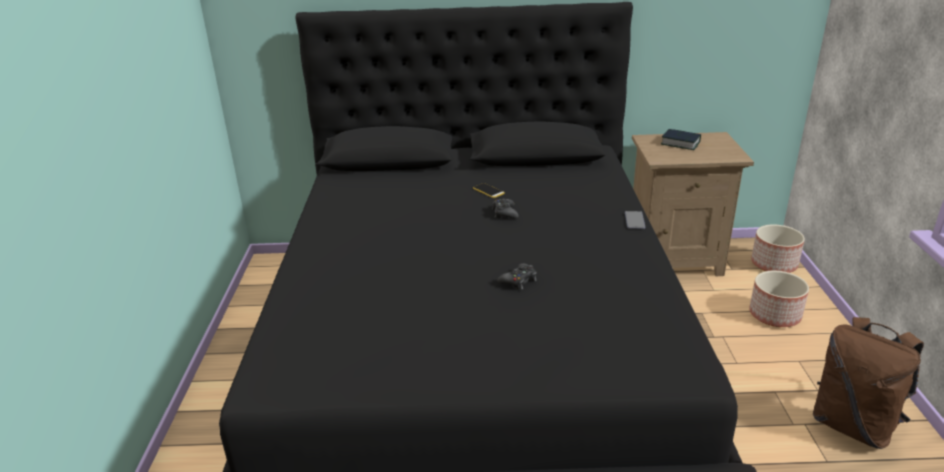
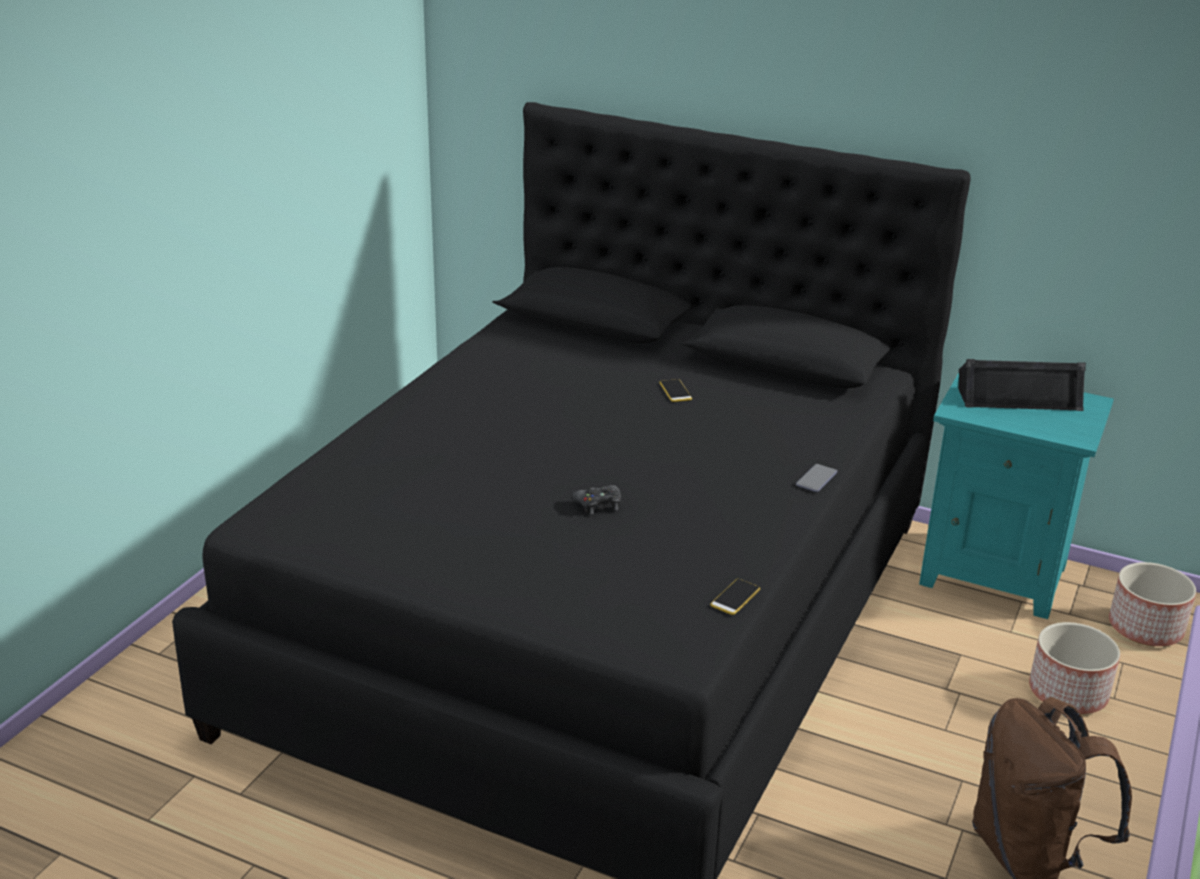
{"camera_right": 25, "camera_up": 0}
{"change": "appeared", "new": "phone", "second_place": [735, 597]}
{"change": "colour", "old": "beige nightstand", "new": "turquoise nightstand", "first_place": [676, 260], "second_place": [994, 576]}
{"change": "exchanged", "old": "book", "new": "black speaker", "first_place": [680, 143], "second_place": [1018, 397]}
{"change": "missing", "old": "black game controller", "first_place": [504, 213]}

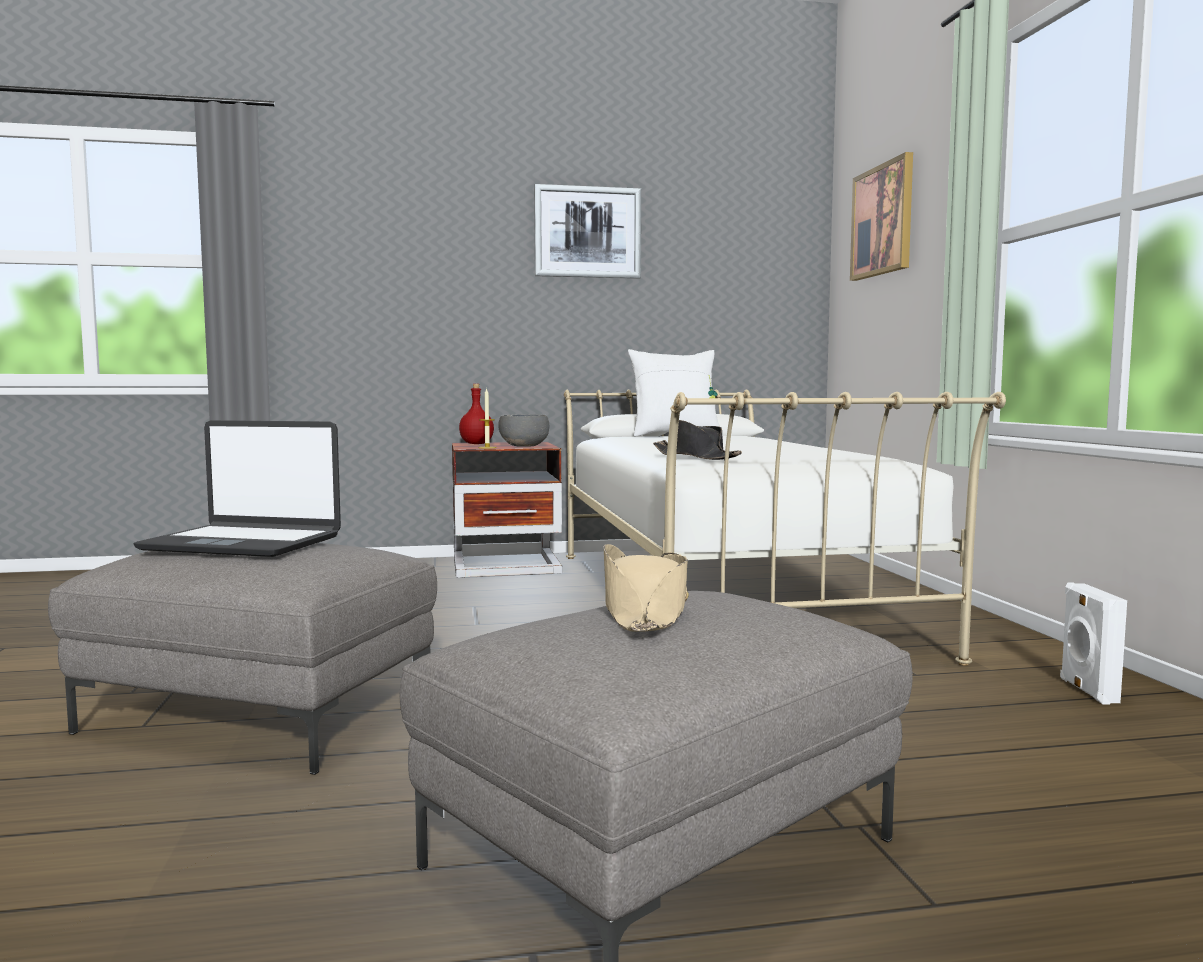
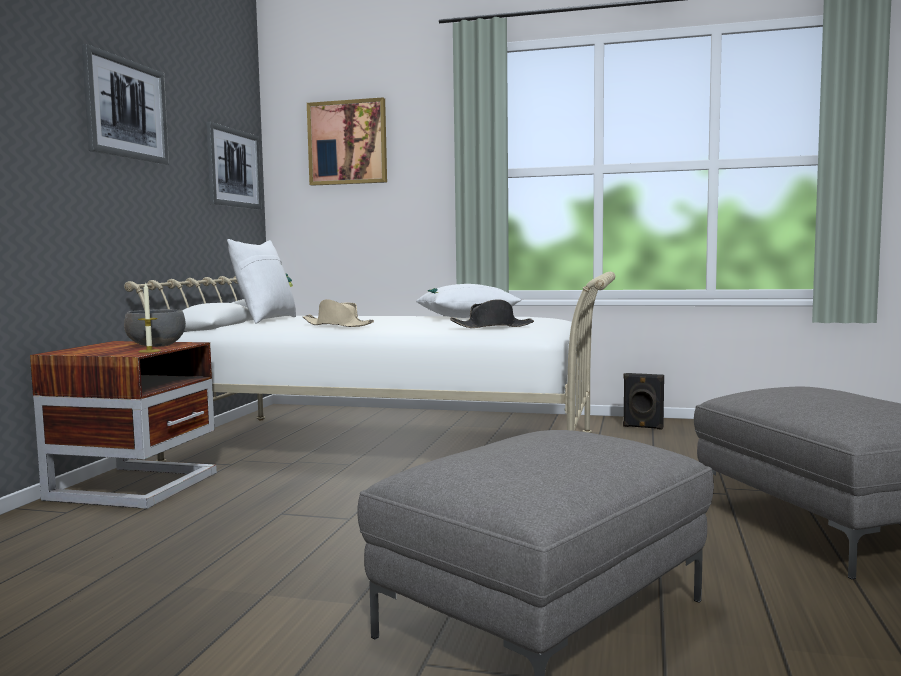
{"camera_right": -65, "camera_up": 0}
{"change": "appeared", "new": "picture", "second_place": [233, 168]}
{"change": "relocated", "old": "beige hat", "first_place": [644, 612], "second_place": [338, 325]}
{"change": "appeared", "new": "white pillow", "second_place": [466, 317]}
{"change": "colour", "old": "white speaker", "new": "black speaker", "first_place": [1086, 691], "second_place": [643, 427]}
{"change": "missing", "old": "laptop", "first_place": [243, 543]}
{"change": "missing", "old": "red bottle", "first_place": [477, 444]}

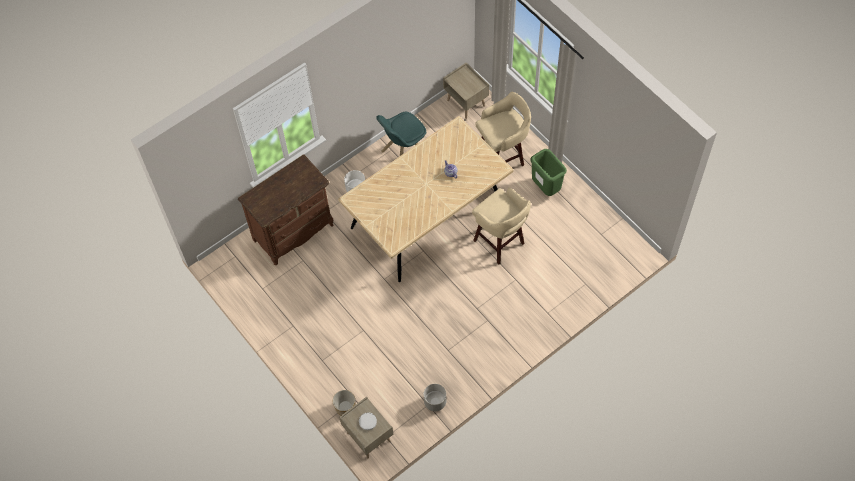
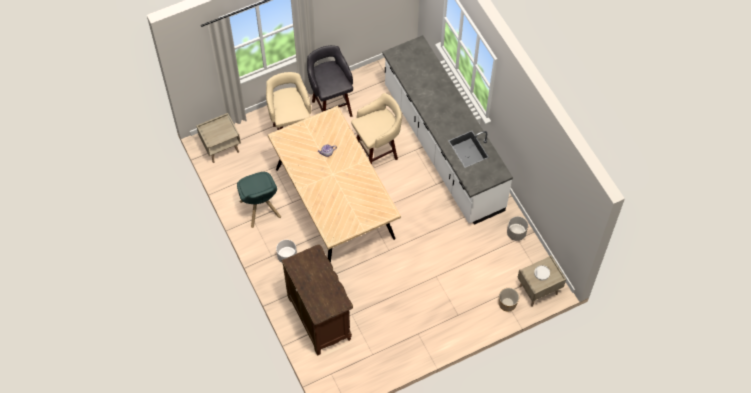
{"camera_right": -80, "camera_up": 0}
{"change": "exchanged", "old": "green trash can", "new": "grey stool", "first_place": [546, 188], "second_place": [331, 107]}
{"change": "appeared", "new": "white counter", "second_place": [442, 148]}

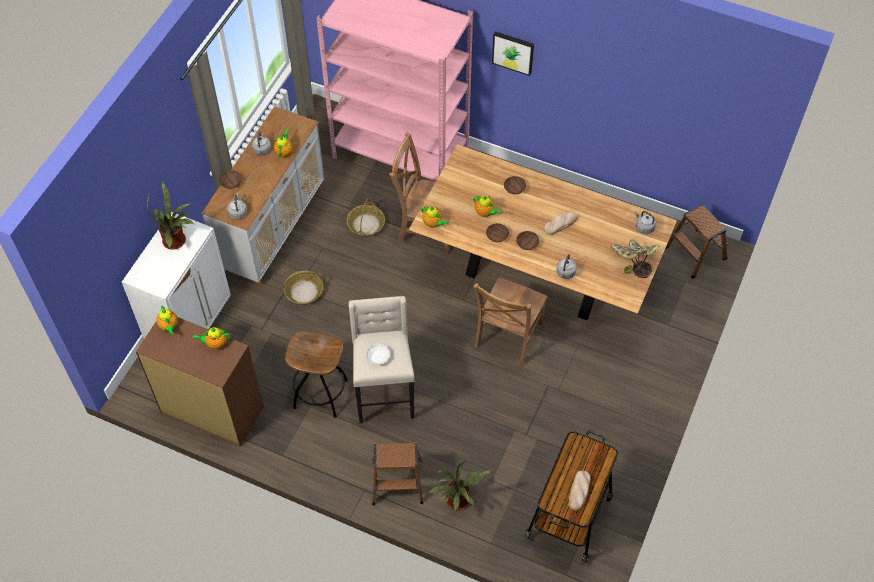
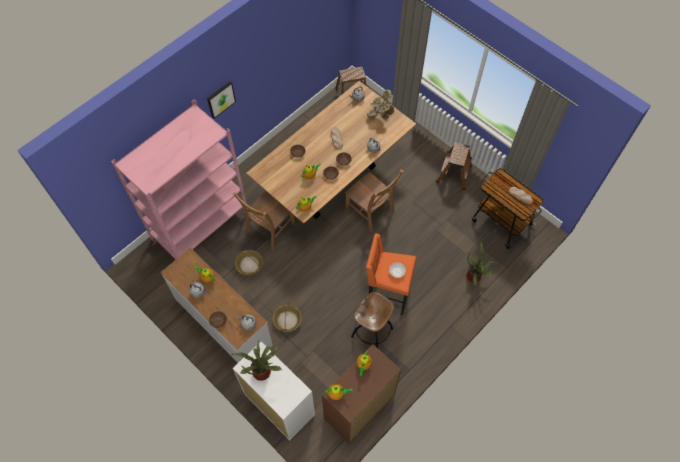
{"camera_right": -70, "camera_up": 5}
{"change": "colour", "old": "beige stool", "new": "orange stool", "first_place": [384, 395], "second_place": [386, 294]}
{"change": "relocated", "old": "brown step ladder", "first_place": [397, 481], "second_place": [453, 174]}

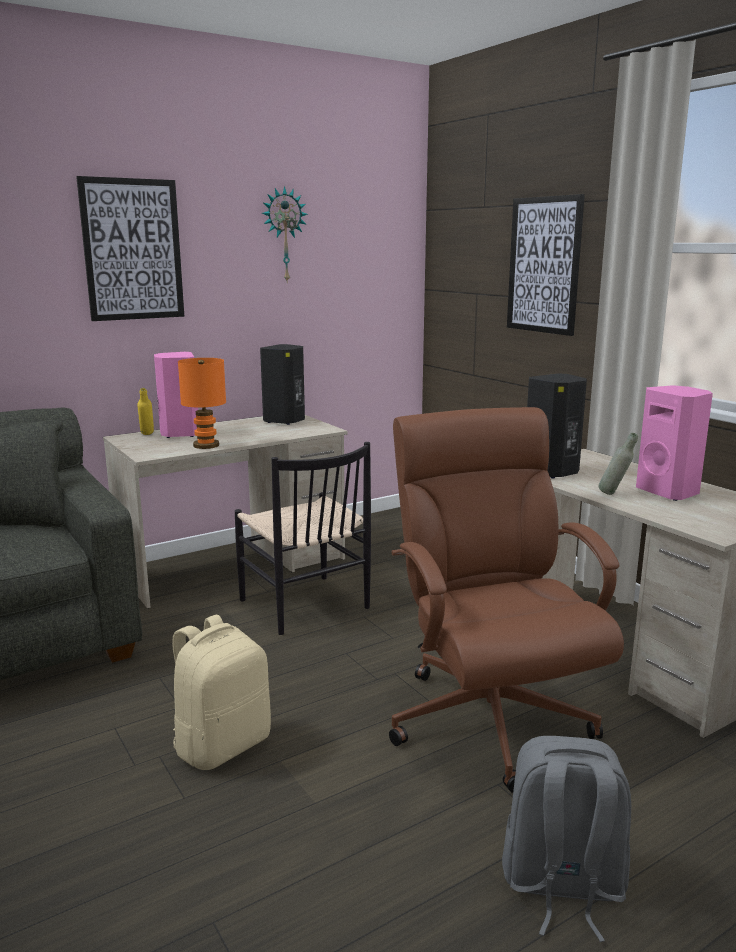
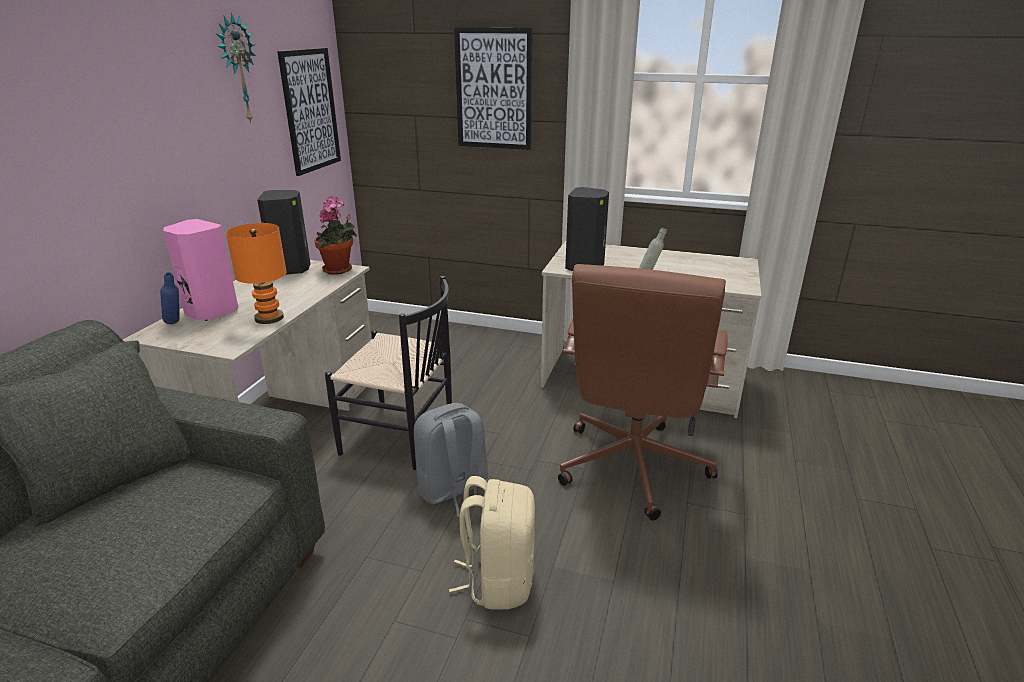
{"camera_right": -40, "camera_up": 10}
{"change": "colour", "old": "yellow bottle", "new": "blue bottle", "first_place": [147, 435], "second_place": [176, 324]}
{"change": "relocated", "old": "picture", "first_place": [132, 250], "second_place": [310, 111]}
{"change": "appeared", "new": "potted plant", "second_place": [339, 270]}
{"change": "relocated", "old": "grey backpack", "first_place": [561, 886], "second_place": [453, 490]}
{"change": "spun", "old": "brown office chair", "first_place": [490, 721], "second_place": [633, 464], "degrees": -105}
{"change": "missing", "old": "pink speaker", "first_place": [669, 492]}

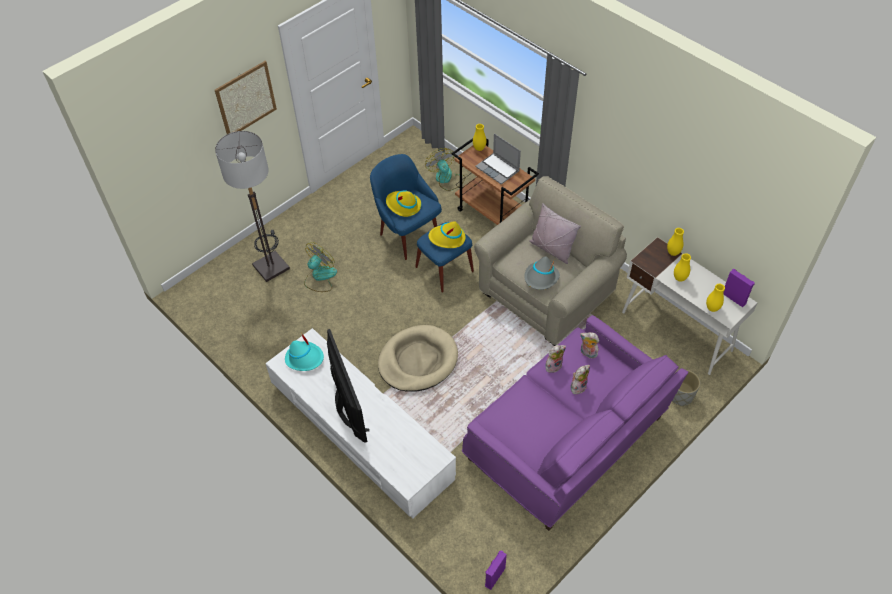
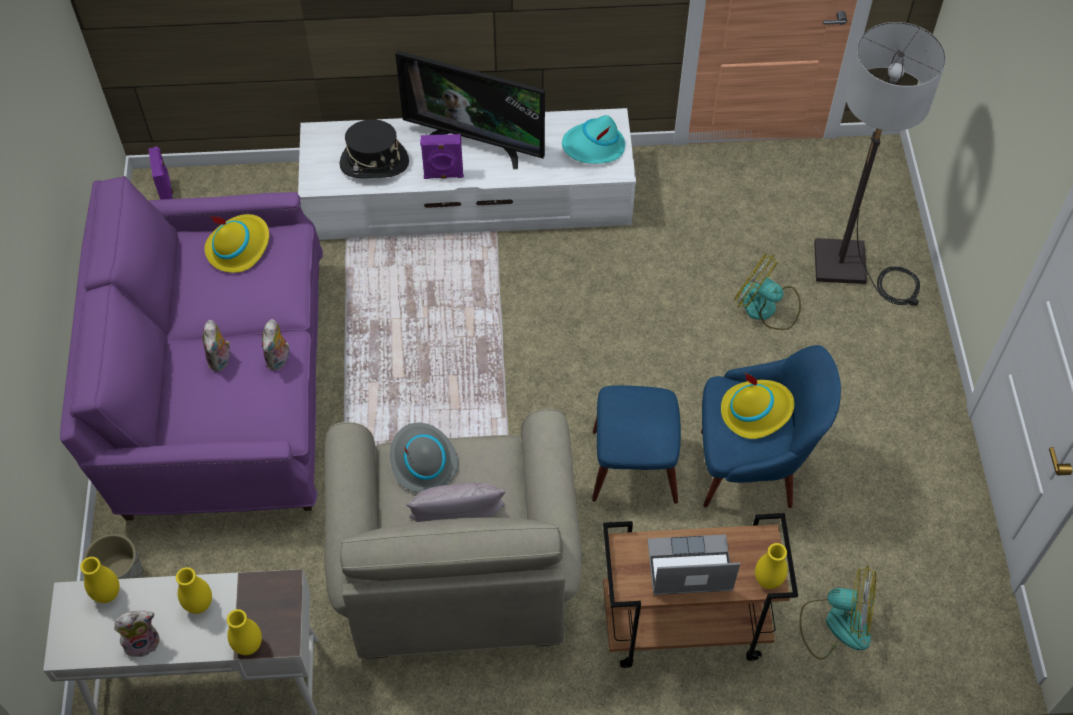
{"camera_right": 130, "camera_up": 5}
{"change": "relocated", "old": "plush toy", "first_place": [587, 353], "second_place": [143, 641]}
{"change": "relocated", "old": "yellow hat", "first_place": [447, 238], "second_place": [238, 246]}
{"change": "appeared", "new": "black hat", "second_place": [374, 162]}
{"change": "relocated", "old": "purple speaker", "first_place": [734, 298], "second_place": [443, 175]}
{"change": "spun", "old": "fan", "first_place": [320, 277], "second_place": [767, 307], "degrees": 135}
{"change": "missing", "old": "picture", "first_place": [245, 98]}
{"change": "missing", "old": "beige dog bed", "first_place": [418, 360]}

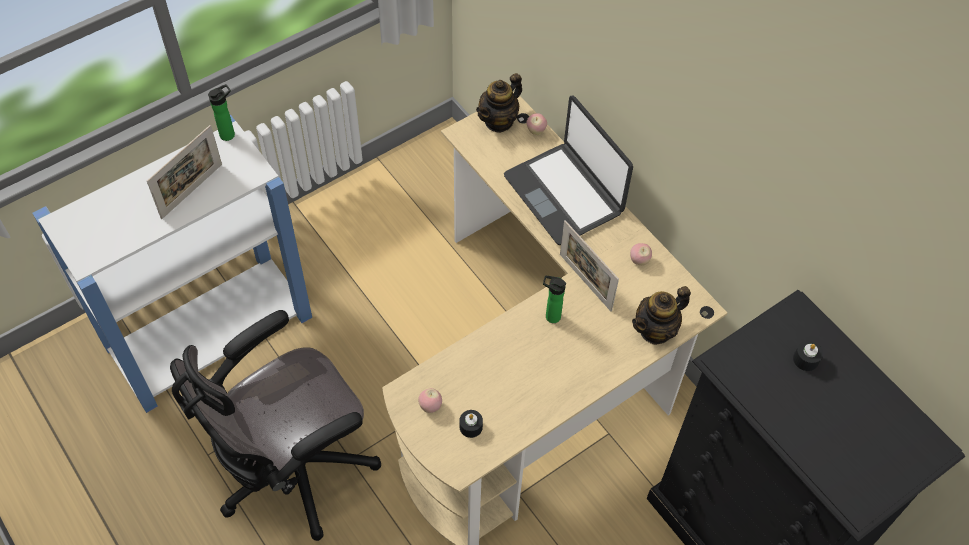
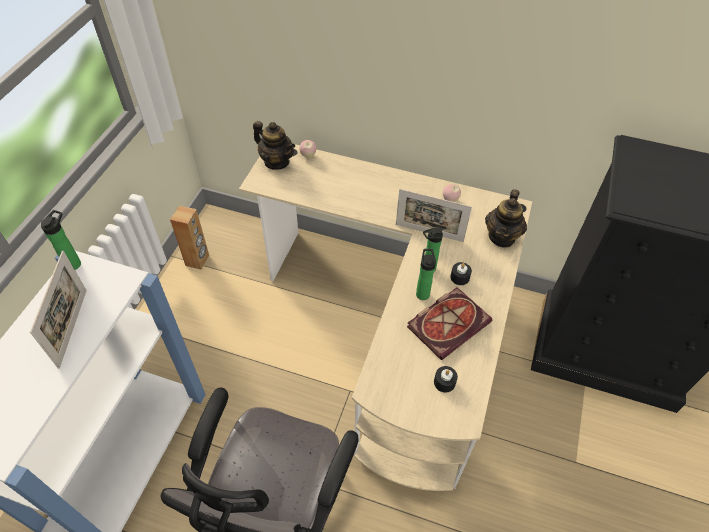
{"camera_right": -35, "camera_up": -5}
{"change": "appeared", "new": "brown speaker", "second_place": [197, 260]}
{"change": "spun", "old": "teapot", "first_place": [499, 121], "second_place": [276, 161], "degrees": -60}
{"change": "appeared", "new": "book", "second_place": [449, 322]}
{"change": "appeared", "new": "bottle", "second_place": [422, 292]}
{"change": "relocated", "old": "black candle", "first_place": [806, 359], "second_place": [460, 277]}
{"change": "missing", "old": "apple", "first_place": [430, 406]}
{"change": "missing", "old": "laptop", "first_place": [564, 194]}

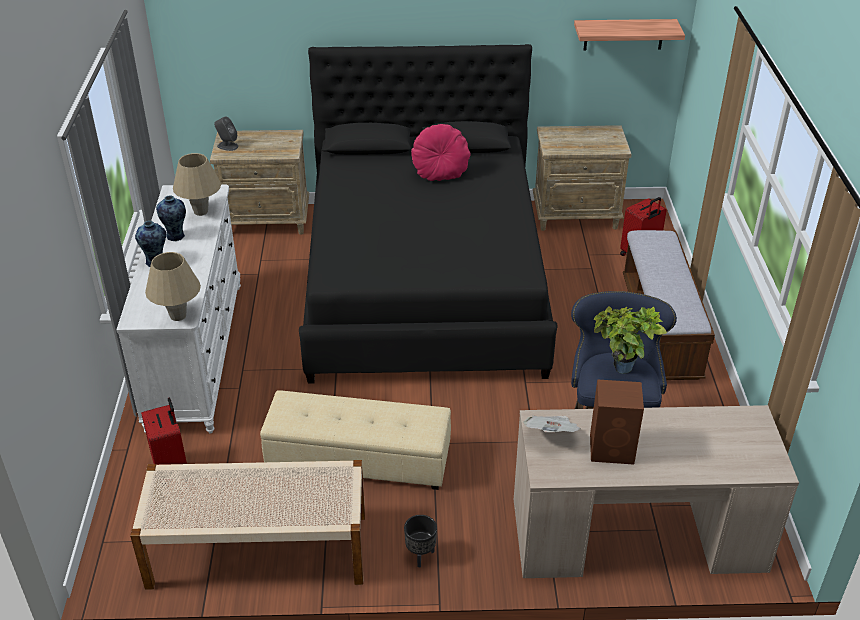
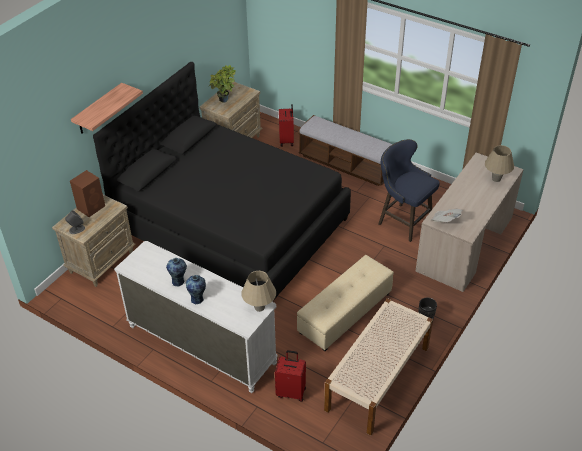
{"camera_right": -55, "camera_up": 5}
{"change": "relocated", "old": "brown speaker", "first_place": [613, 449], "second_place": [91, 207]}
{"change": "relocated", "old": "shelf", "first_place": [623, 34], "second_place": [98, 109]}
{"change": "relocated", "old": "potted plant", "first_place": [620, 371], "second_place": [224, 101]}
{"change": "relocated", "old": "beige table lamp", "first_place": [201, 211], "second_place": [496, 179]}
{"change": "missing", "old": "pink pillow", "first_place": [440, 176]}

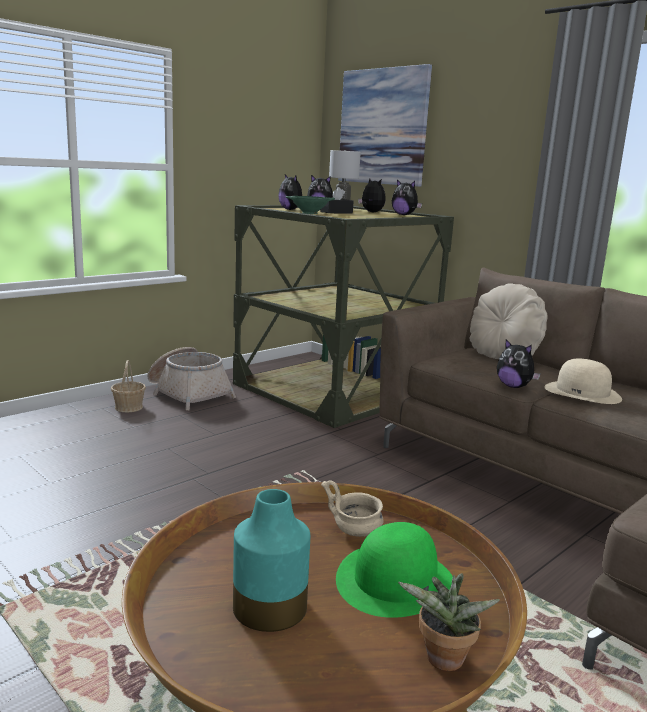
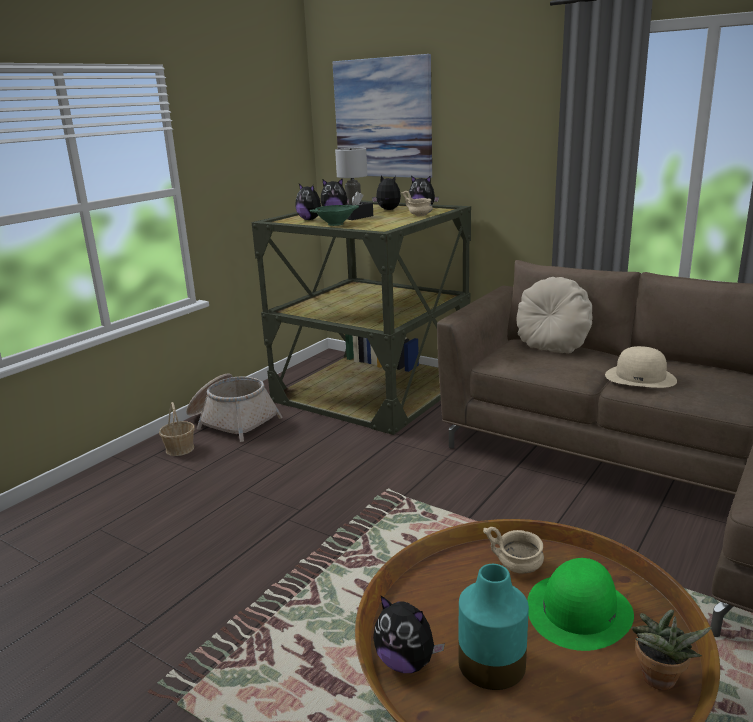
{"camera_right": -10, "camera_up": 5}
{"change": "relocated", "old": "plush toy", "first_place": [514, 386], "second_place": [406, 662]}
{"change": "appeared", "new": "beige bowl", "second_place": [419, 216]}

